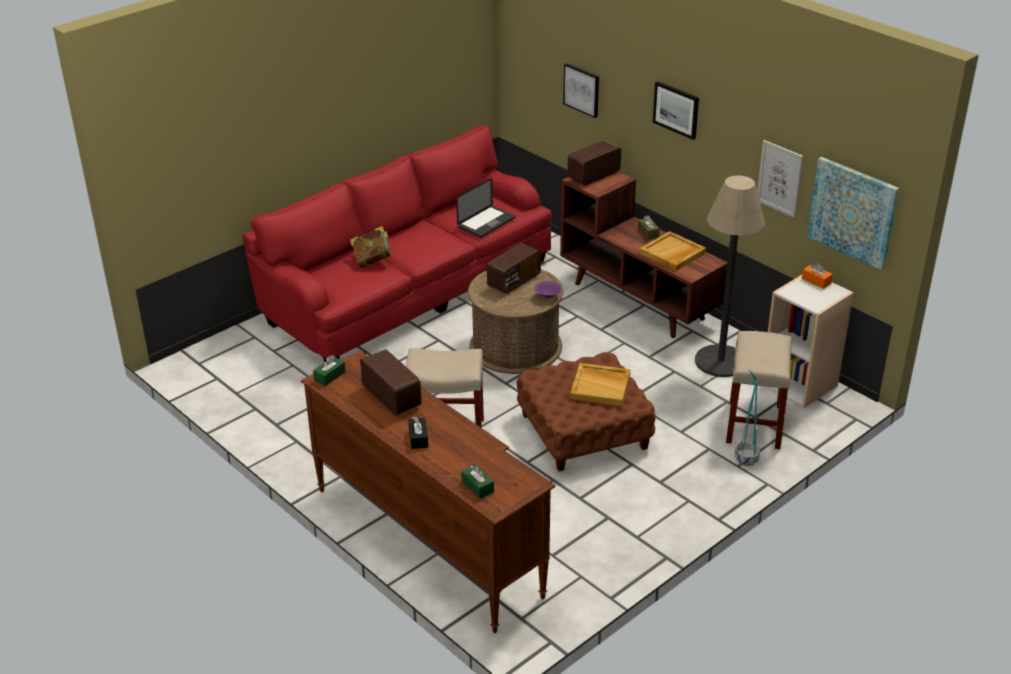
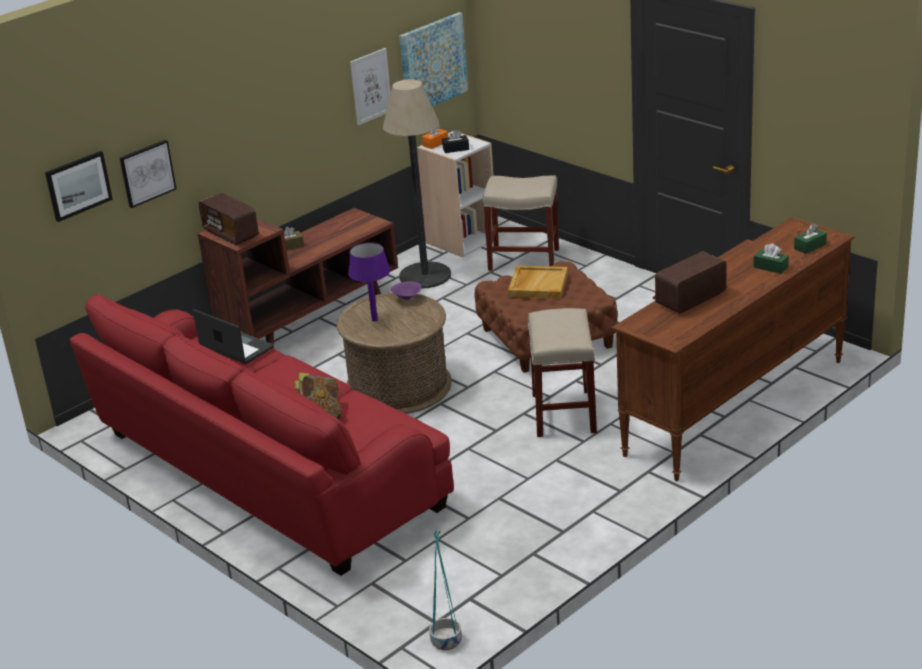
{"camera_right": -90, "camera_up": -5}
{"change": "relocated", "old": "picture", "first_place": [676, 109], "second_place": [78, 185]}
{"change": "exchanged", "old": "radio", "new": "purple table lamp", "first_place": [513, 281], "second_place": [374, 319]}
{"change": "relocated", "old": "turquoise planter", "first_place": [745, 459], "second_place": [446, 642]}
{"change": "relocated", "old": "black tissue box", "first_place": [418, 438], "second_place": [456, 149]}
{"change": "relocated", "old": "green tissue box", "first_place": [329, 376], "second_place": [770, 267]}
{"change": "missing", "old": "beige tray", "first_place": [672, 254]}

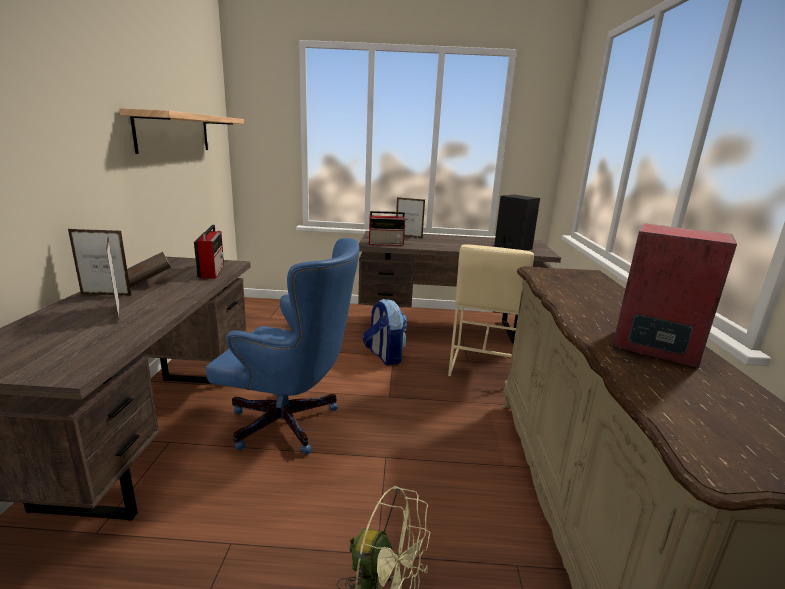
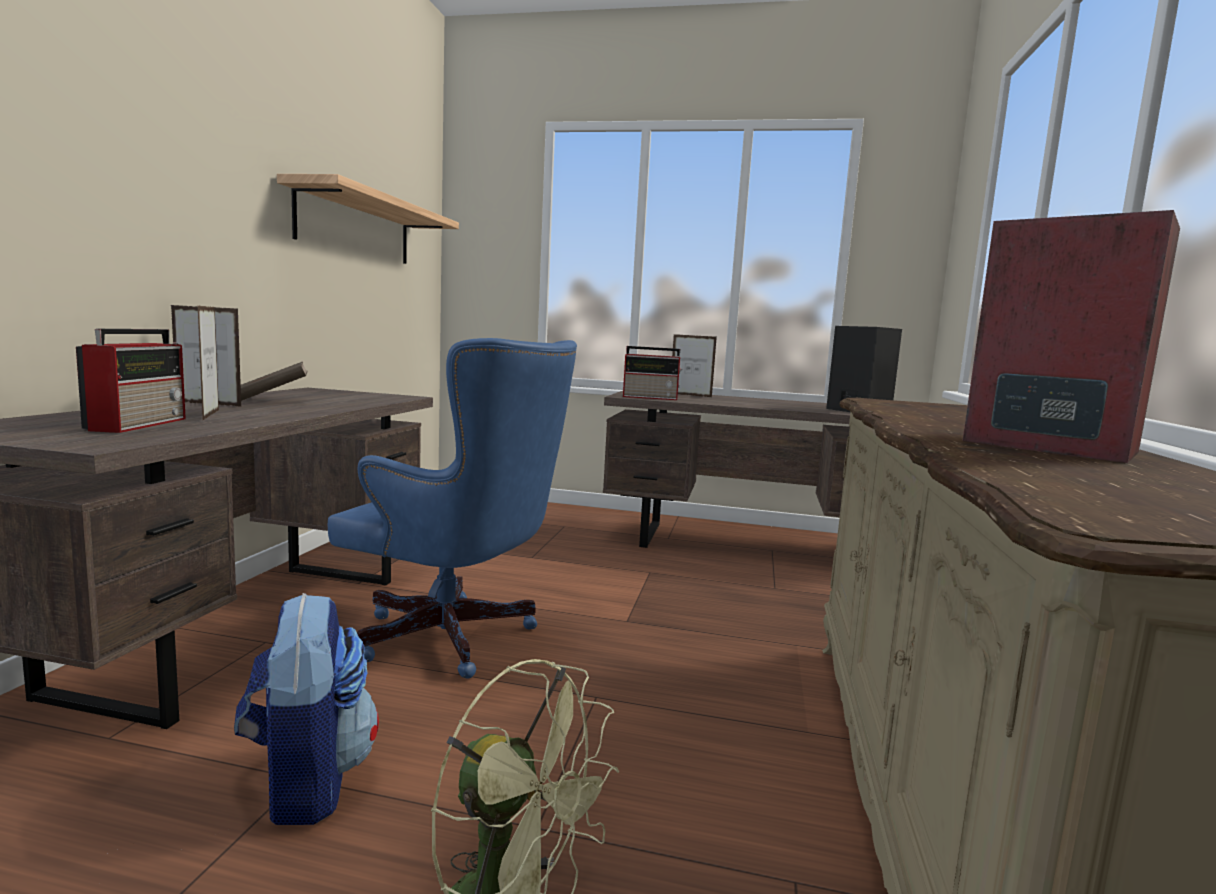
{"camera_right": 10, "camera_up": -10}
{"change": "relocated", "old": "radio", "first_place": [212, 271], "second_place": [140, 424]}
{"change": "relocated", "old": "backpack", "first_place": [384, 356], "second_place": [307, 781]}
{"change": "missing", "old": "beige stool", "first_place": [482, 366]}

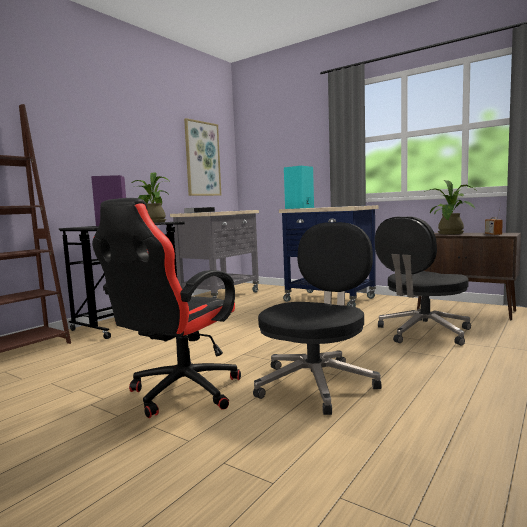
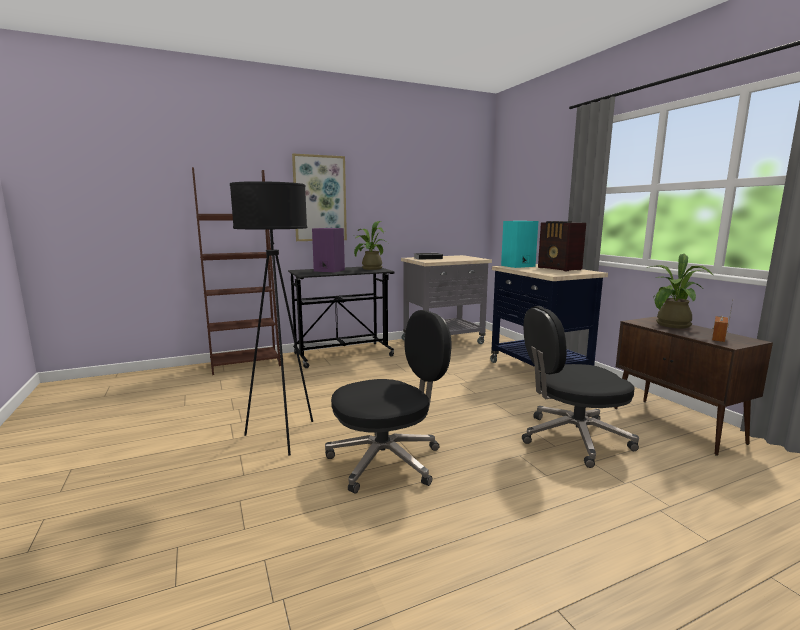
{"camera_right": 30, "camera_up": 5}
{"change": "exchanged", "old": "black office chair", "new": "black floor lamp", "first_place": [179, 396], "second_place": [284, 436]}
{"change": "relocated", "old": "picture", "first_place": [202, 159], "second_place": [320, 198]}
{"change": "appeared", "new": "radio", "second_place": [559, 269]}

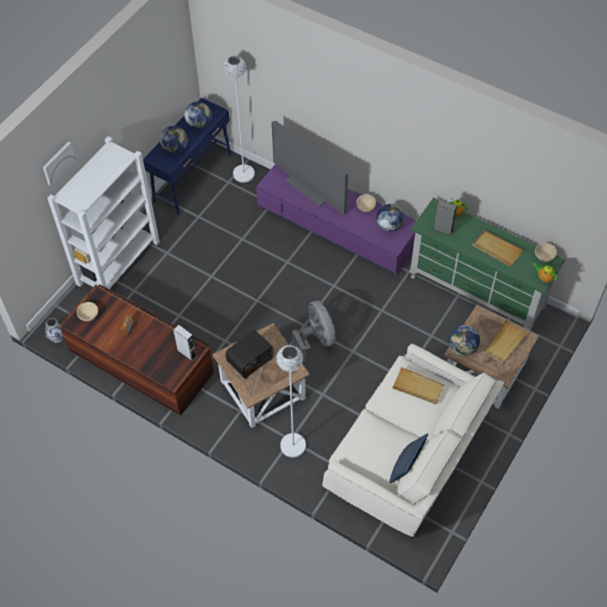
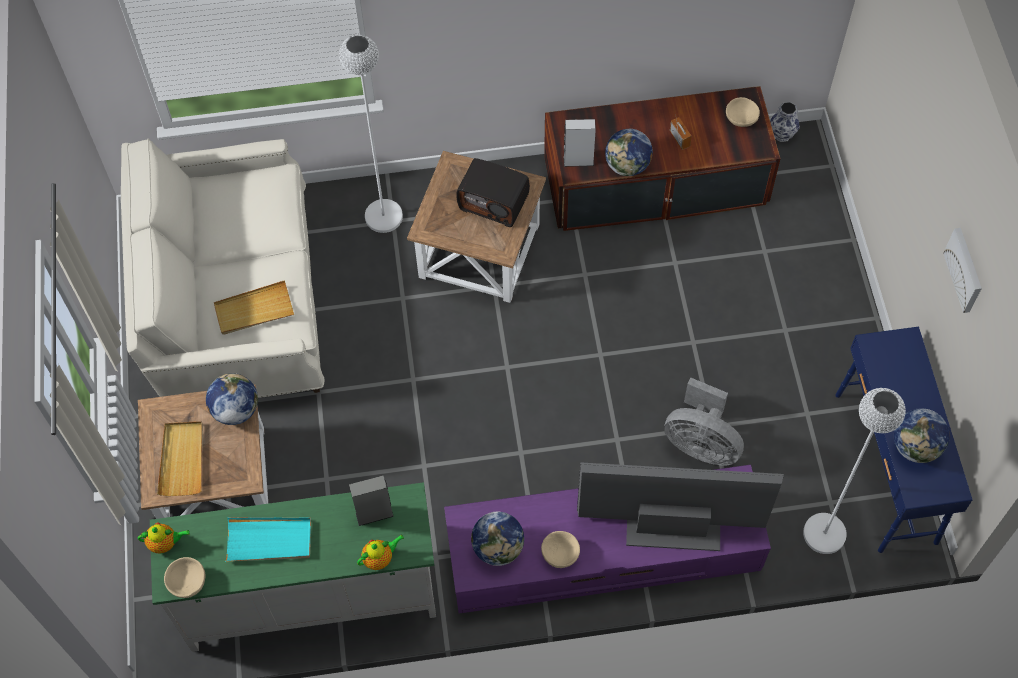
{"camera_right": 140, "camera_up": 5}
{"change": "colour", "old": "beige tray", "new": "turquoise tray", "first_place": [496, 249], "second_place": [269, 540]}
{"change": "spun", "old": "radio", "first_place": [250, 359], "second_place": [494, 202], "degrees": -75}
{"change": "relocated", "old": "globe", "first_place": [175, 148], "second_place": [627, 166]}
{"change": "relocated", "old": "grey fan", "first_place": [316, 339], "second_place": [701, 443]}
{"change": "relocated", "old": "picture", "first_place": [58, 162], "second_place": [965, 270]}
{"change": "missing", "old": "white bookcase", "first_place": [118, 262]}
{"change": "missing", "old": "blue pillow", "first_place": [406, 467]}

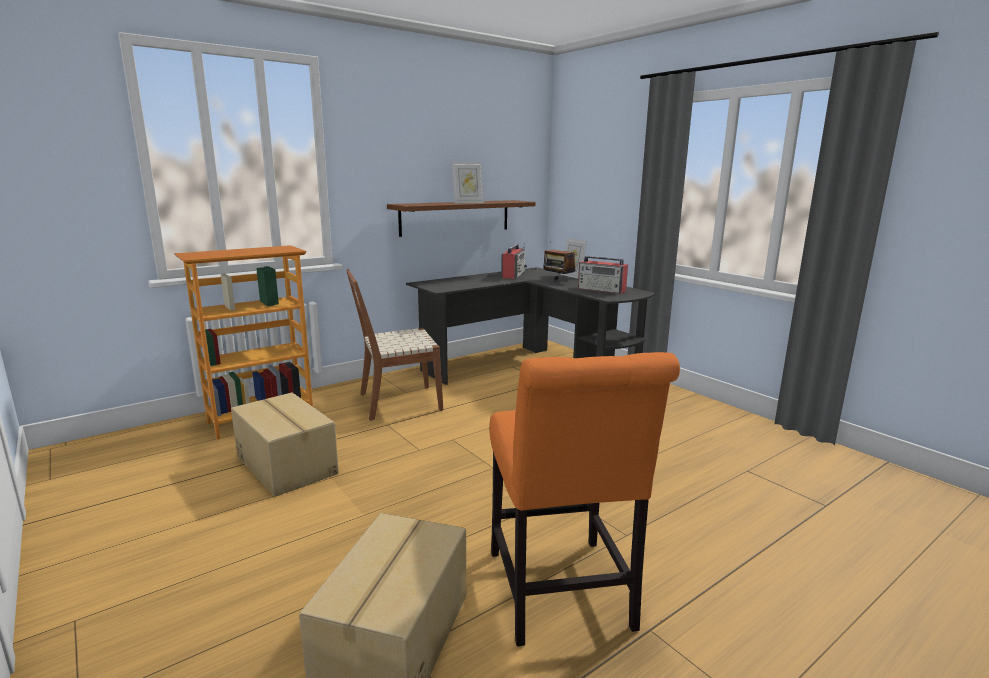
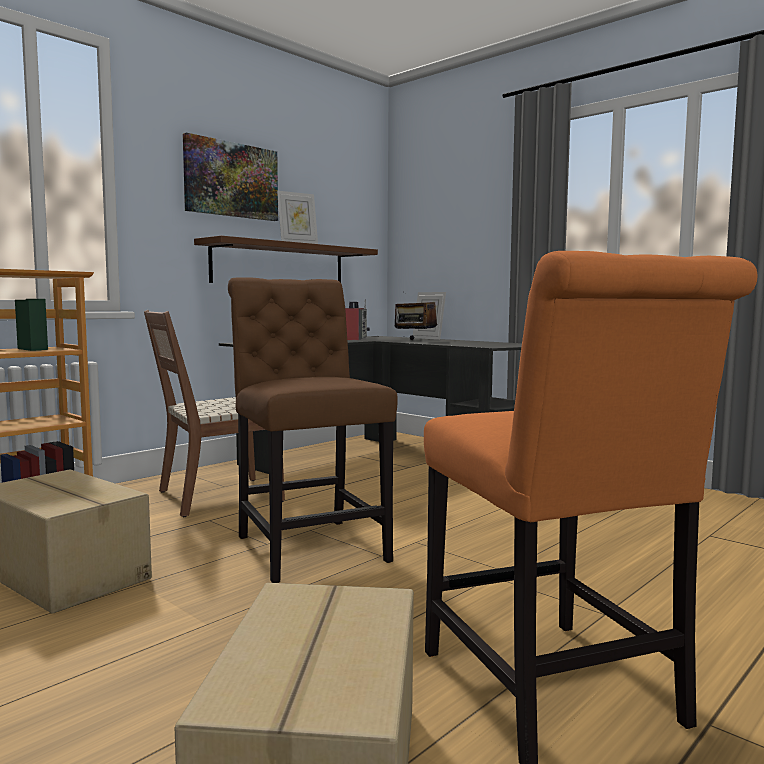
{"camera_right": -10, "camera_up": -10}
{"change": "appeared", "new": "picture", "second_place": [231, 180]}
{"change": "appeared", "new": "brown chair", "second_place": [308, 546]}
{"change": "missing", "old": "radio", "first_place": [602, 290]}

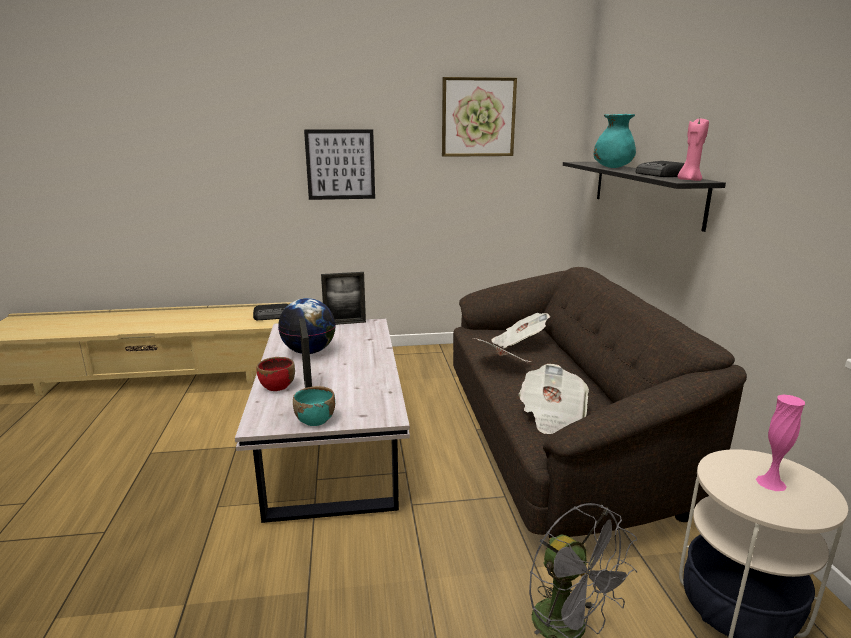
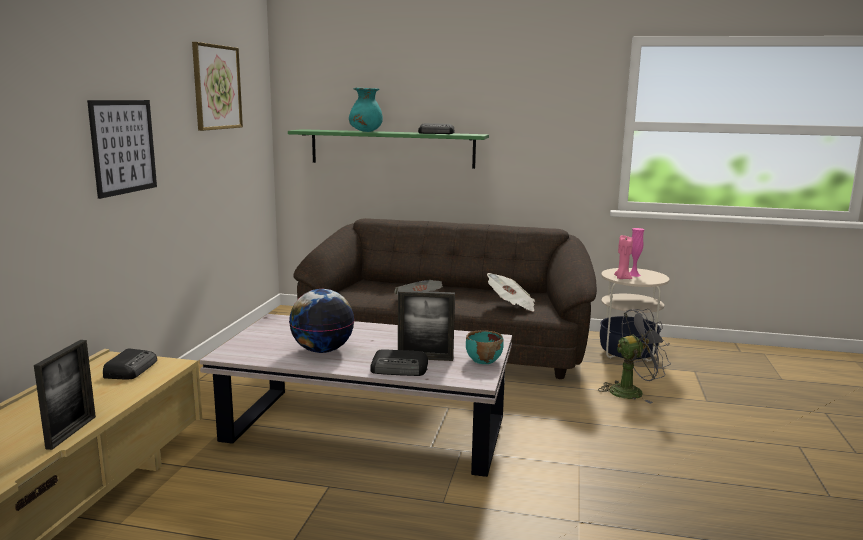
{"camera_right": -70, "camera_up": -5}
{"change": "relocated", "old": "picture frame", "first_place": [345, 323], "second_place": [71, 432]}
{"change": "colour", "old": "black shelf", "new": "green shelf", "first_place": [645, 191], "second_place": [392, 148]}
{"change": "exchanged", "old": "red bowl", "new": "radio", "first_place": [277, 386], "second_place": [400, 369]}
{"change": "relocated", "old": "pink candle", "first_place": [689, 180], "second_place": [622, 278]}
{"change": "missing", "old": "newspaper", "first_place": [518, 344]}

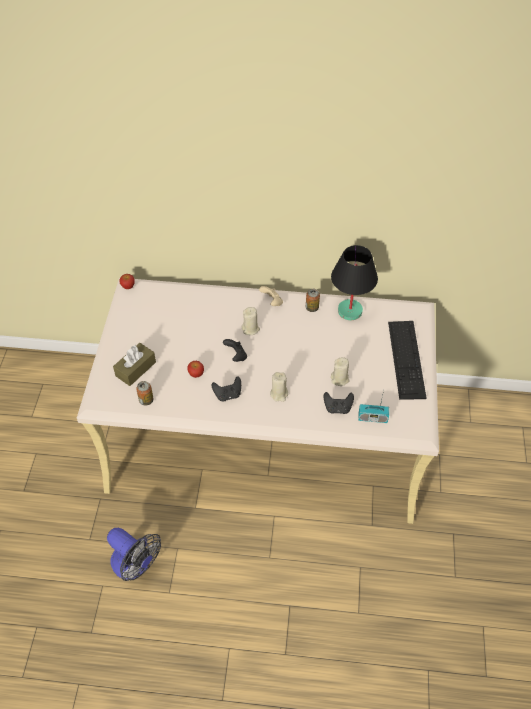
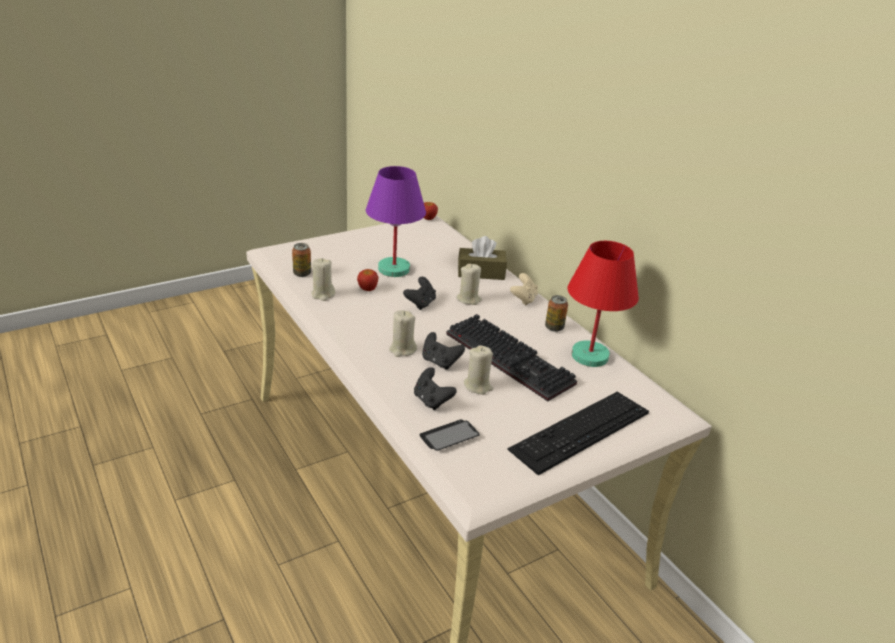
{"camera_right": 50, "camera_up": -20}
{"change": "appeared", "new": "beige candle", "second_place": [323, 294]}
{"change": "appeared", "new": "purple table lamp", "second_place": [393, 269]}
{"change": "exchanged", "old": "radio", "new": "phone", "first_place": [372, 418], "second_place": [449, 436]}
{"change": "relocated", "old": "black game controller", "first_place": [228, 394], "second_place": [440, 362]}
{"change": "appeared", "new": "keyboard", "second_place": [512, 359]}
{"change": "relocated", "old": "brown tissue box", "first_place": [135, 369], "second_place": [481, 272]}
{"change": "colour", "old": "black table lamp", "new": "red table lamp", "first_place": [349, 311], "second_place": [589, 355]}
{"change": "missing", "old": "fan", "first_place": [135, 565]}

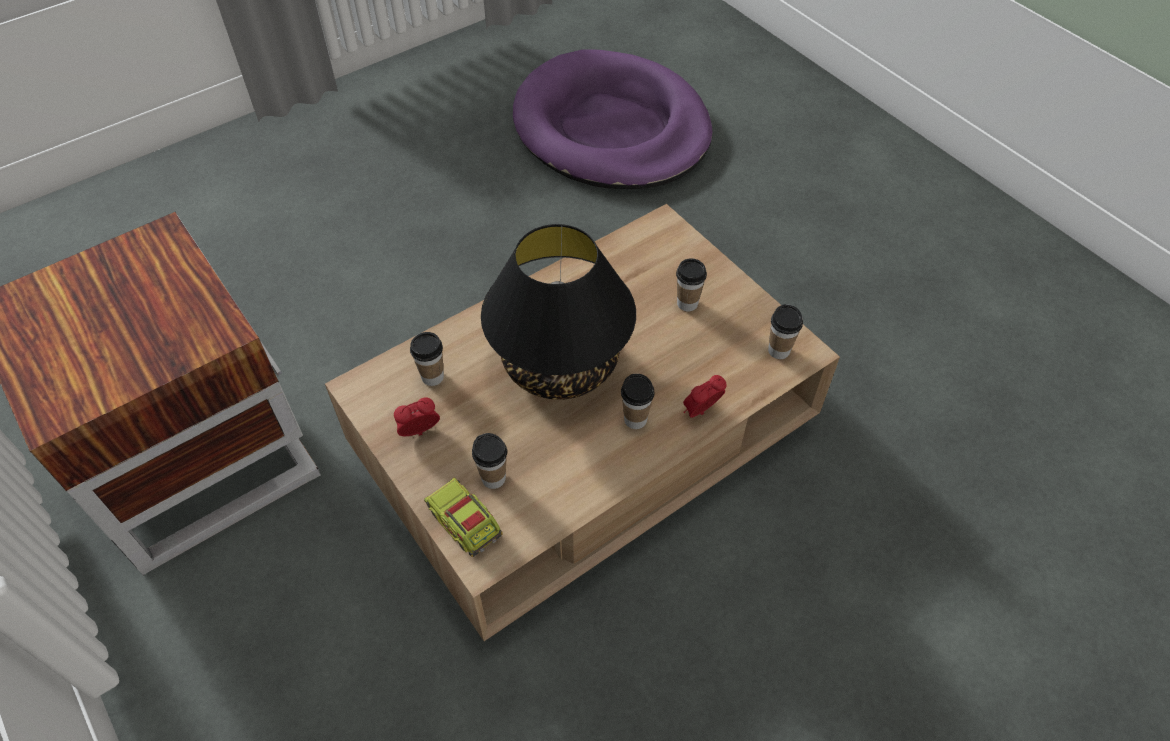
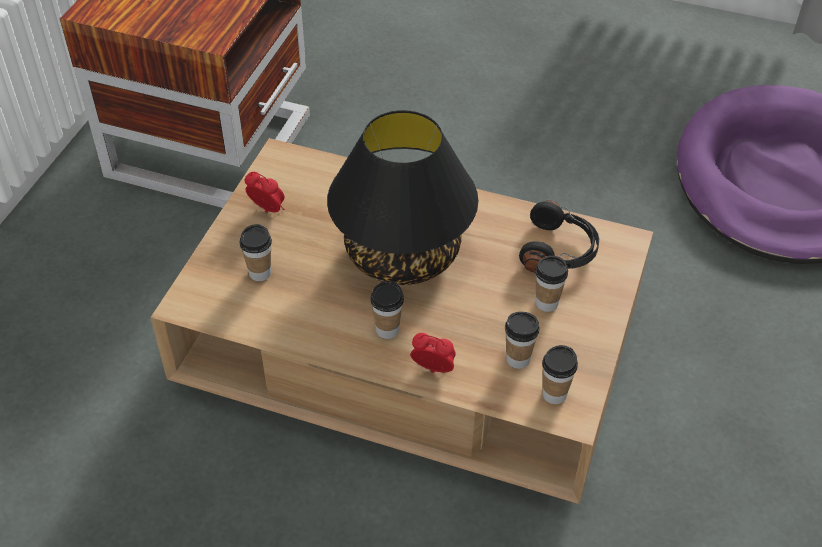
{"camera_right": 55, "camera_up": -5}
{"change": "relocated", "old": "cup", "first_place": [432, 377], "second_place": [518, 359]}
{"change": "appeared", "new": "black headphones", "second_place": [559, 251]}
{"change": "missing", "old": "toy truck", "first_place": [465, 523]}

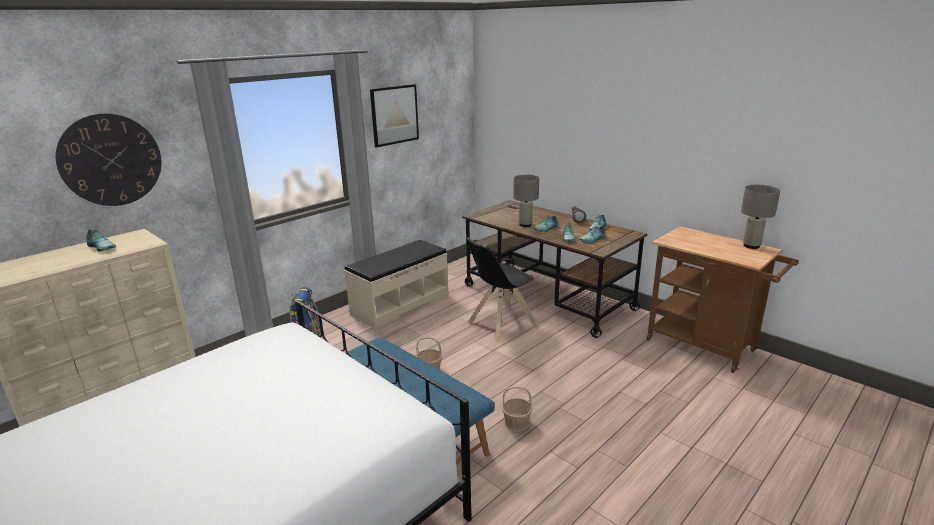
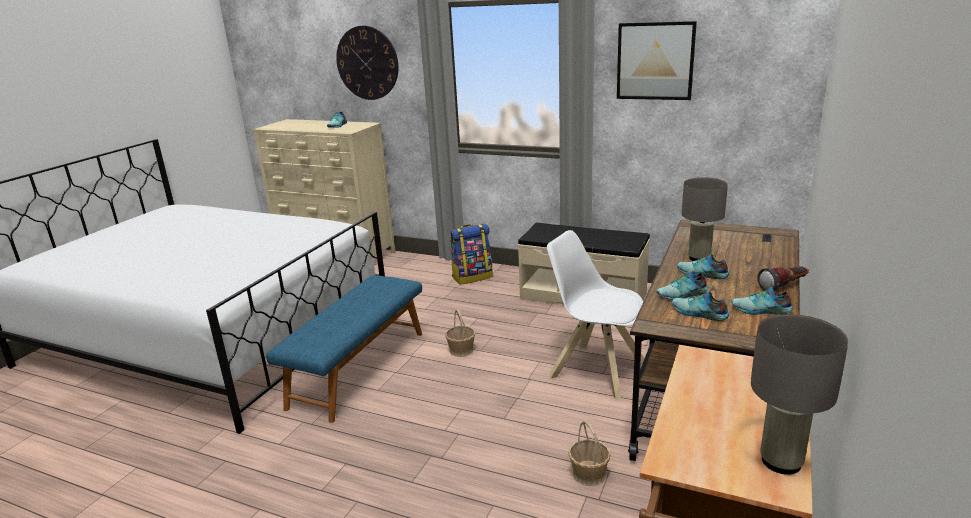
{"camera_right": 70, "camera_up": 0}
{"change": "colour", "old": "black chair", "new": "white chair", "first_place": [500, 324], "second_place": [595, 369]}
{"change": "relocated", "old": "basket", "first_place": [517, 423], "second_place": [589, 474]}

